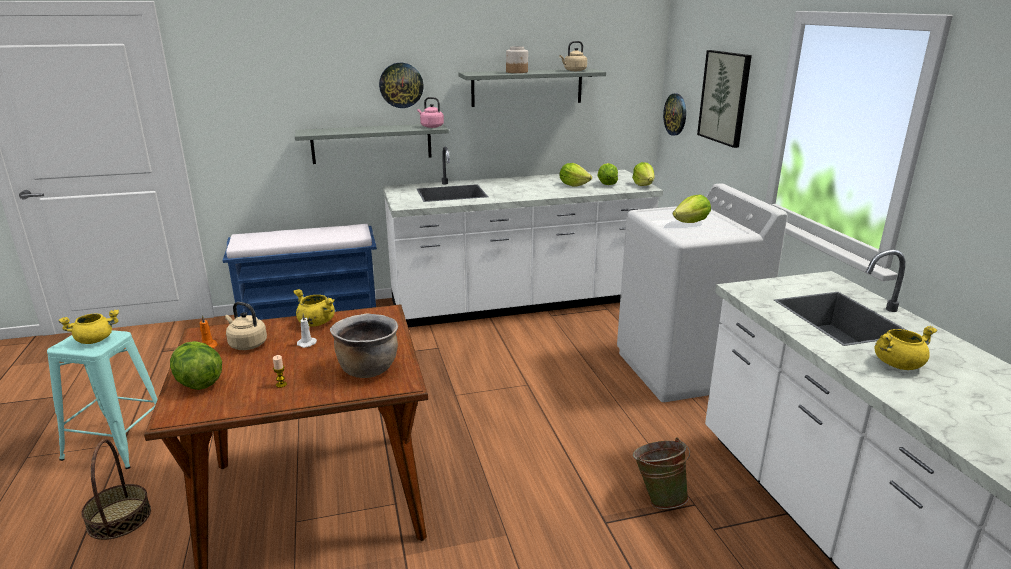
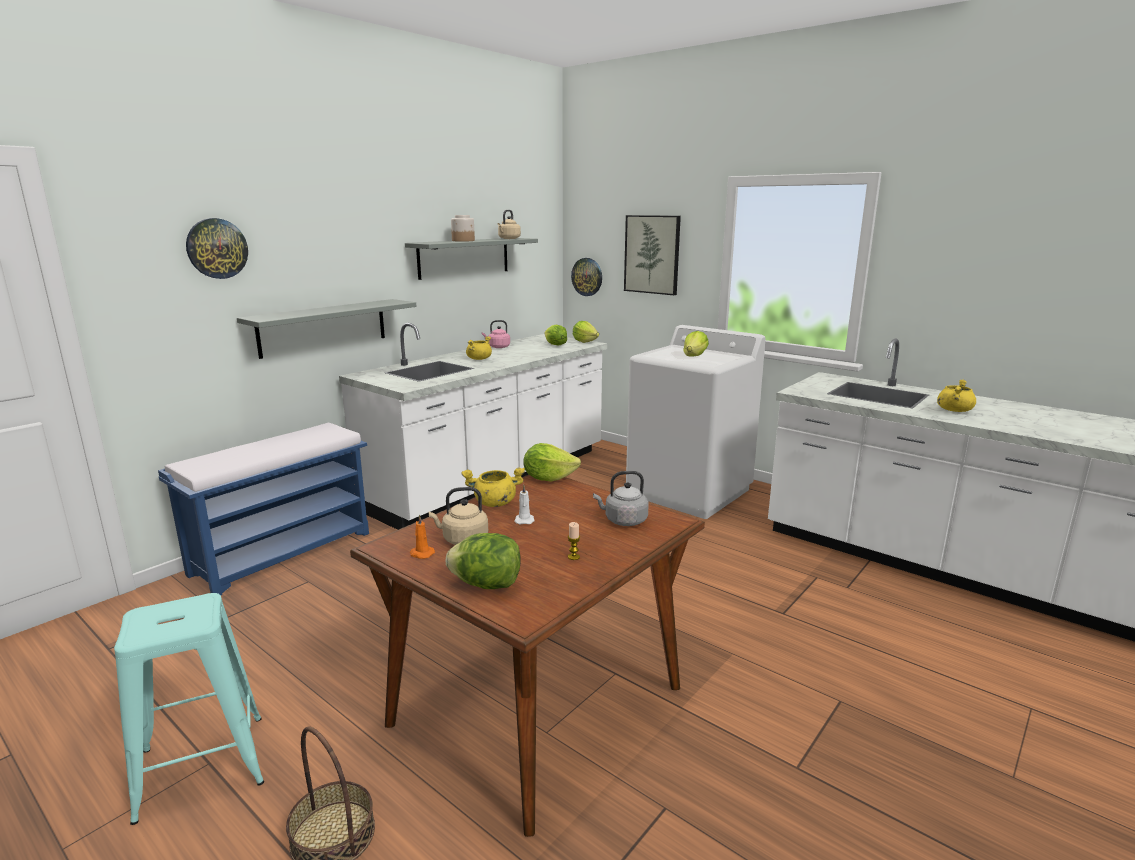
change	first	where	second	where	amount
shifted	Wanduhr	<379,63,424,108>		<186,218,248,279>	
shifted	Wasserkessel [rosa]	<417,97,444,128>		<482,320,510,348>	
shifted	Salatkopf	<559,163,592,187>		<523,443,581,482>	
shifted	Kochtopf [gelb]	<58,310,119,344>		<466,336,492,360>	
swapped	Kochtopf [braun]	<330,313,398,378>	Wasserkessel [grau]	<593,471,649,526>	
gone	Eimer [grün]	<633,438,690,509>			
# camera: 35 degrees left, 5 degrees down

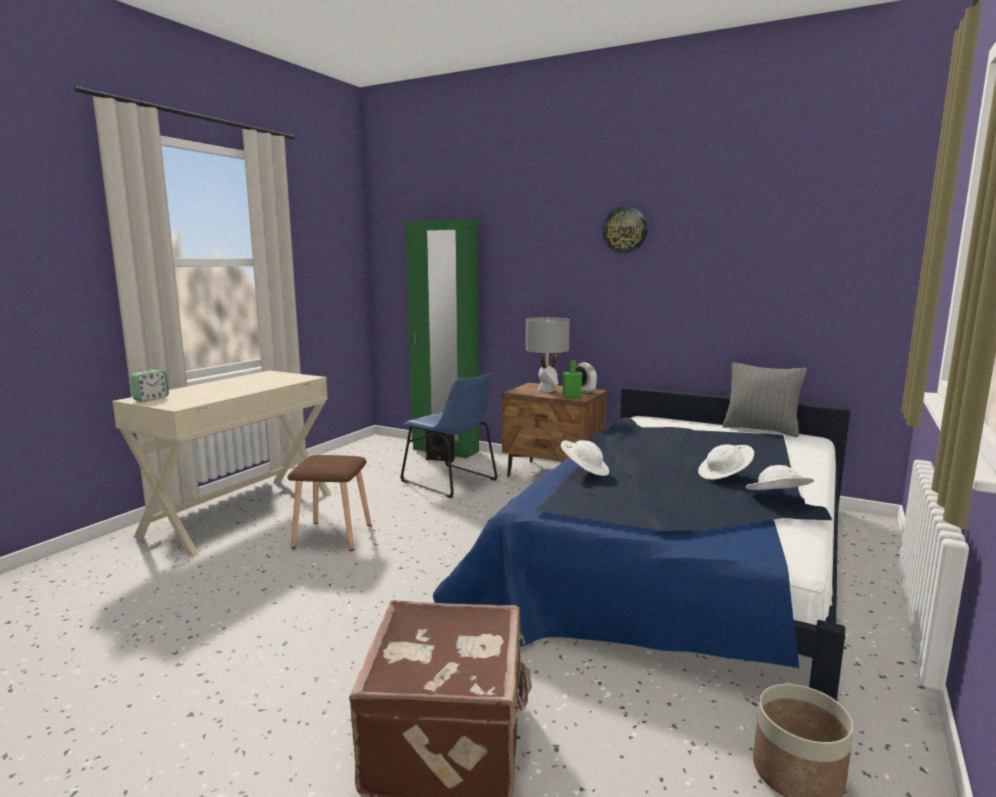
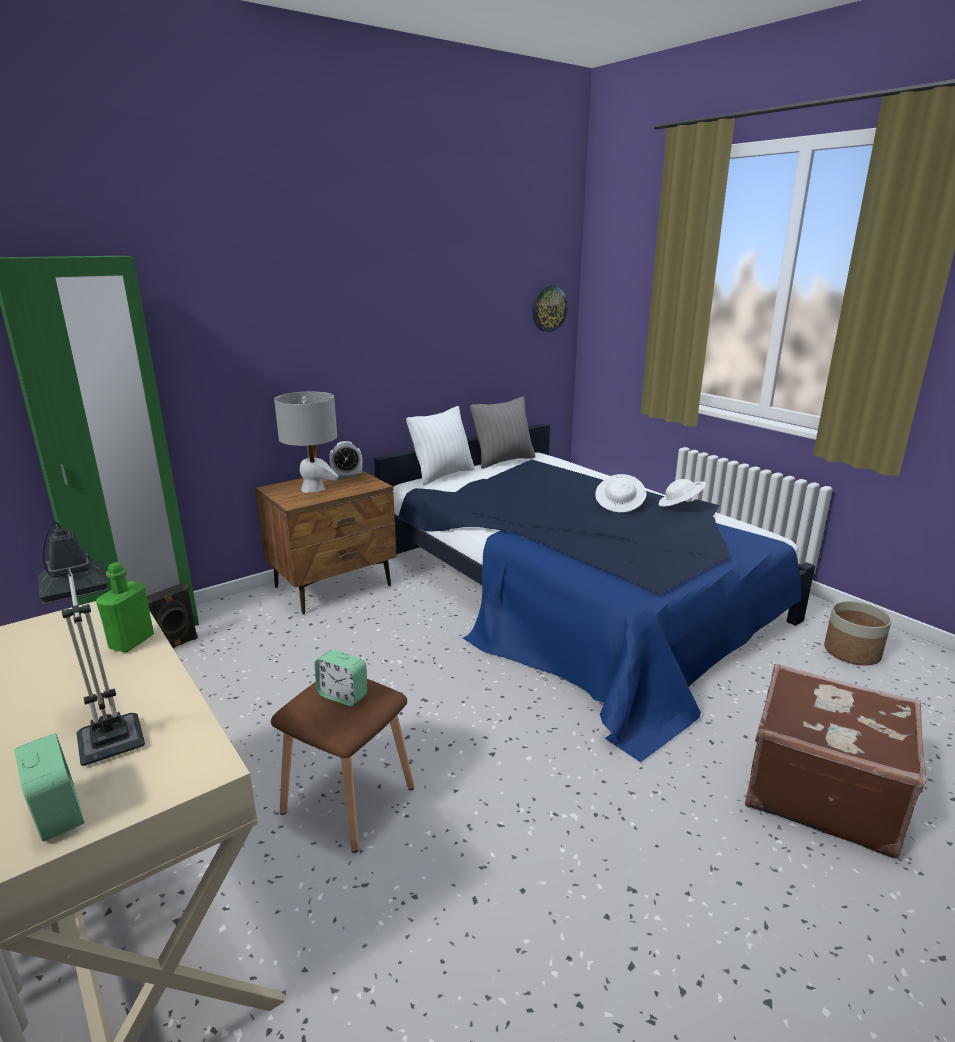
change	first	where	second	where	amount
shifted	Wanduhr	<602,206,648,253>		<532,285,568,332>	
shifted	Flasche [grün]	<562,360,583,398>		<96,562,154,652>	
gone	Stuhl [blau]	<400,372,498,498>			
gone	Hut [weiß]	<561,440,609,476>			
new			Kissen [weiß]	<406,406,475,485>	
new			Tischlampe	<38,522,145,766>	
new			Wecker	<314,650,368,707>	
# camera: 65 degrees left, 10 degrees up

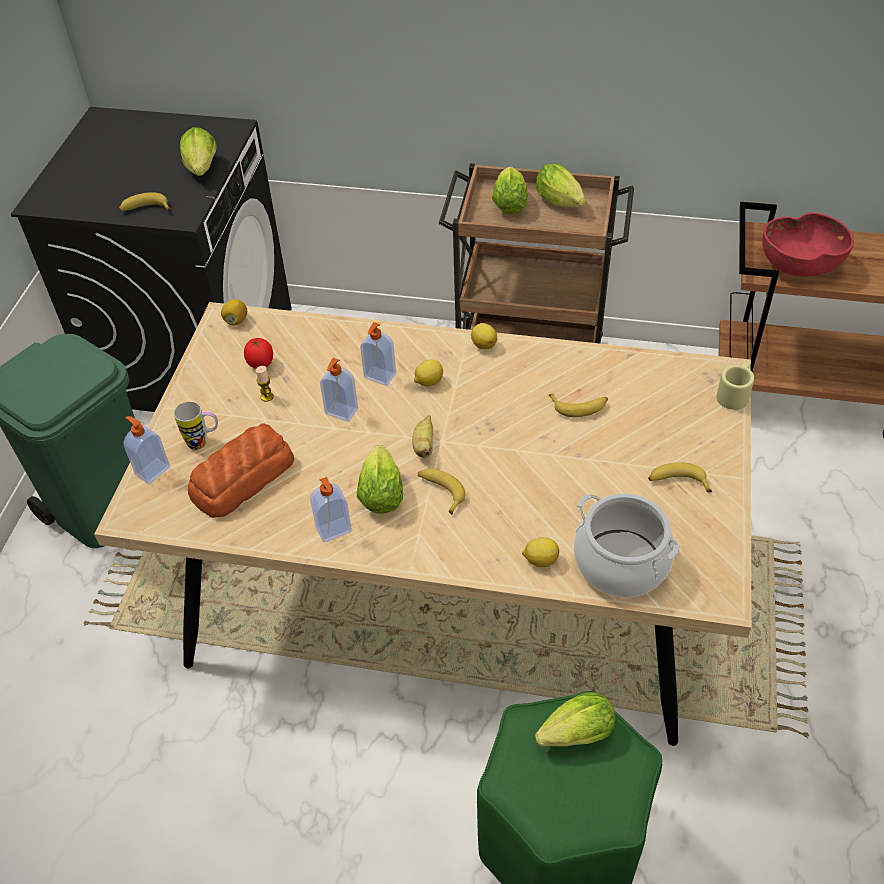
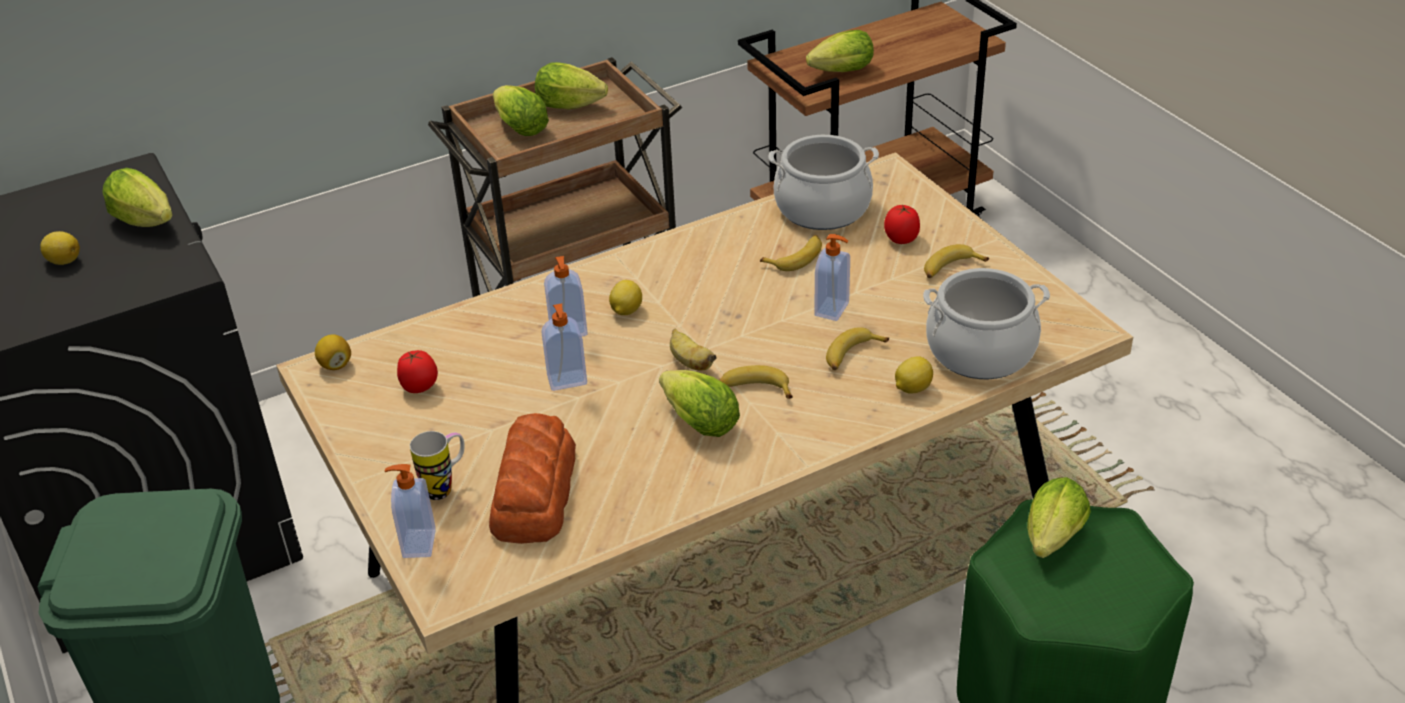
change	first	where	second	where	amount
shifted	Banane	<119,192,171,211>		<826,327,889,370>	
swapped	Schüssel [rot]	<762,212,854,276>	Salatkopf	<806,30,874,72>	
shifted	Zitrone	<471,323,497,350>		<40,231,80,265>	
gone	Henkelbecher [beige]	<716,362,754,410>			
gone	Kerze	<256,366,274,402>			
shifted	Seifenspender	<310,477,352,542>		<814,234,850,321>	
new			Kochtopf	<768,135,879,230>	
new			Tomate	<884,205,920,244>	
# camera: 40 degrees left, 10 degrees down

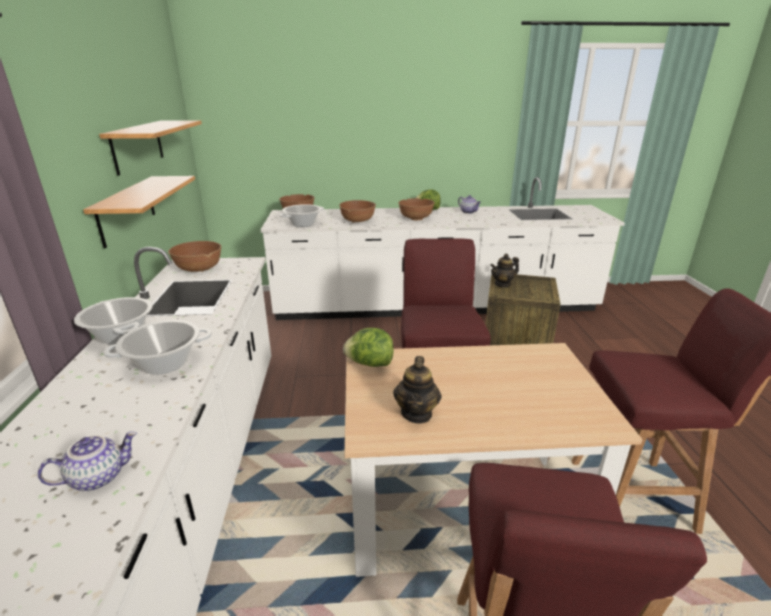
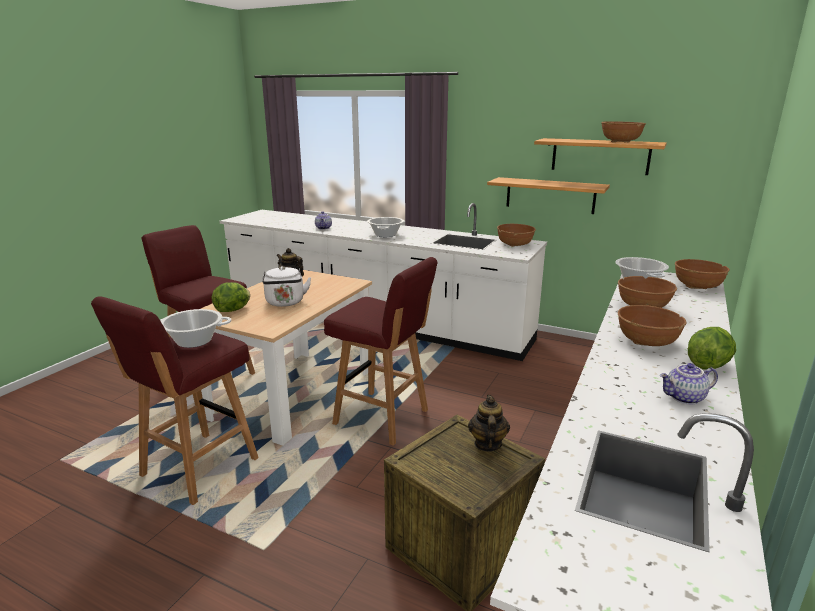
change	first	where	second	where	amount
shifted	Kochtopf	<74,297,153,345>		<161,309,232,348>	
shifted	Salatkopf	<343,328,394,367>		<212,282,250,312>	
new			Schüssel [braun]	<601,121,646,143>	
new			Wasserkessel [weiß]	<262,266,311,307>	
# camera: 120 degrees right, 5 degrees down

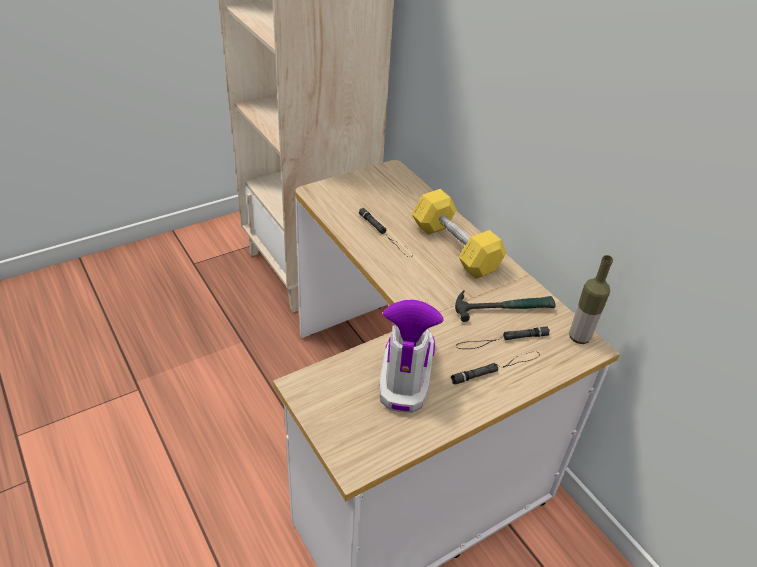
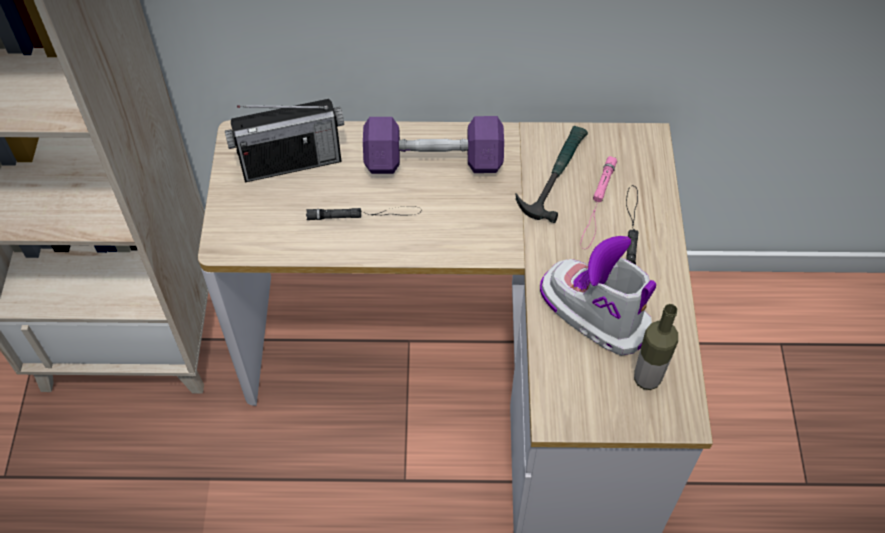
change	first	where	second	where	amount
repainted	Hantel [gelb]	<412,189,507,279>	Hantel [lila]	<363,116,504,174>	
shifted	Flasche	<569,255,613,344>		<634,304,678,390>	
repainted	Taschenlampe [schwarz]	<456,326,550,349>	Taschenlampe [rosa]	<581,156,617,249>	
new			Radio	<225,99,344,182>	
# camera: 55 degrees left, 15 degrees up

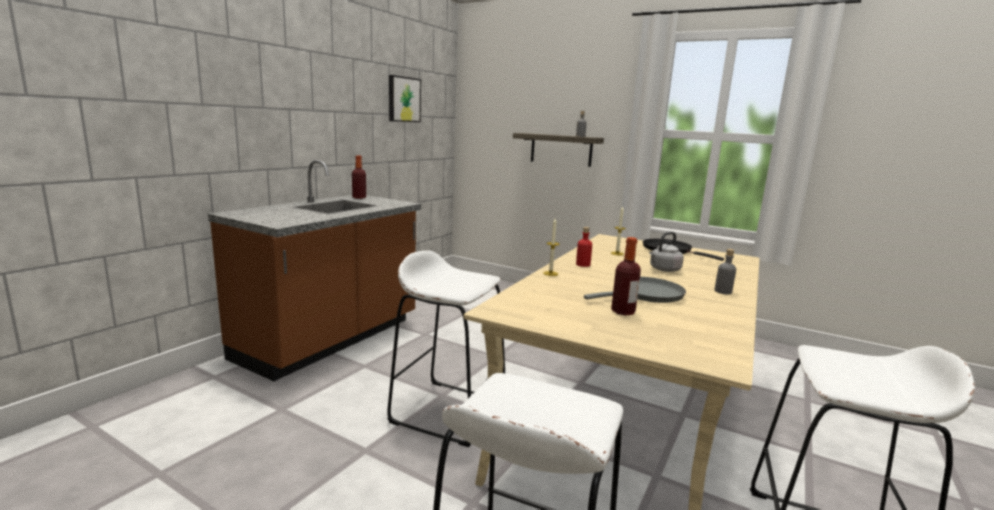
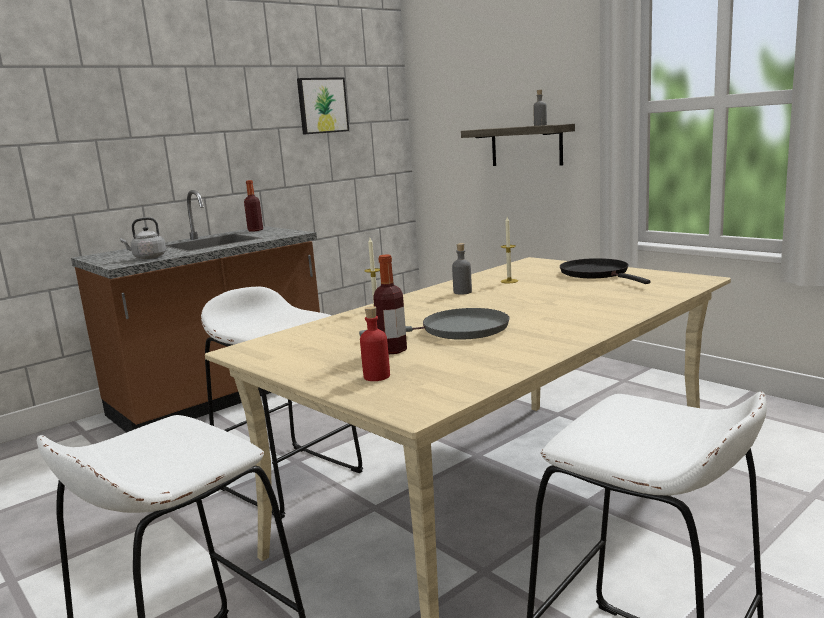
change	first	where	second	where	amount
shifted	Flasche [rot]	<576,227,592,267>		<360,306,390,381>	
shifted	Wasserkessel [grau]	<649,232,684,272>		<120,217,166,259>	
shifted	Flasche [grau]	<714,249,736,295>		<452,243,472,295>	
# camera: 20 degrees right, 0 degrees up

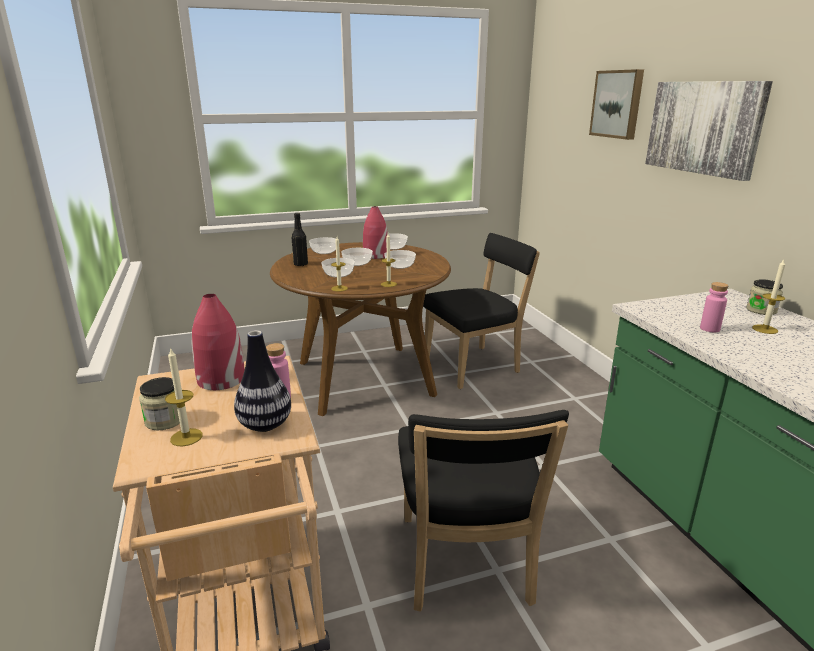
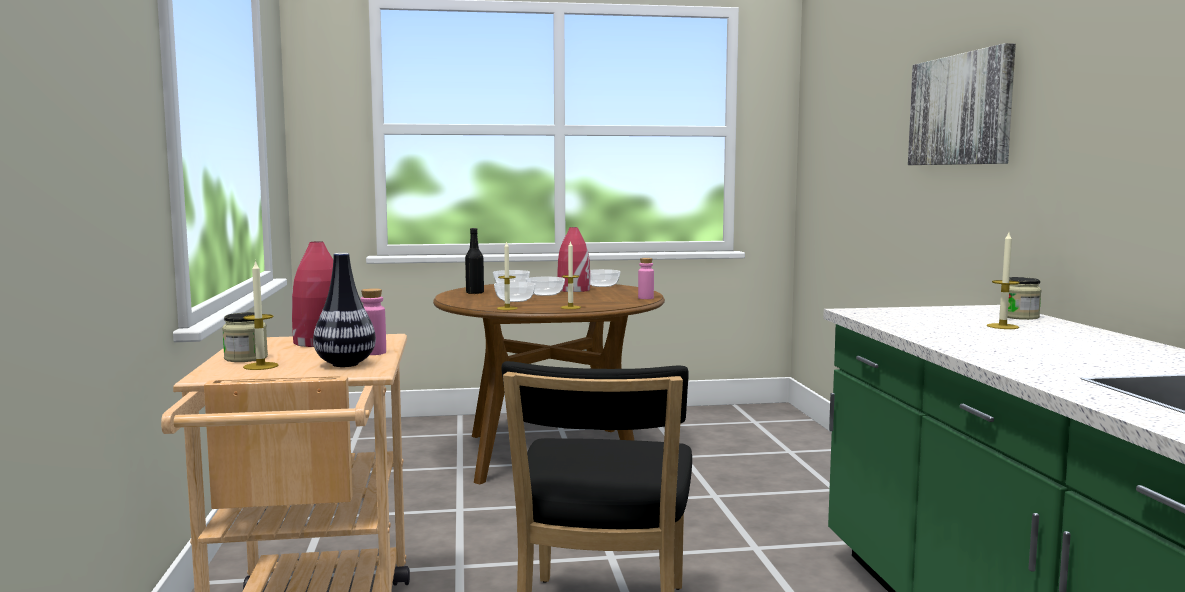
change	first	where	second	where	amount
gone	Bild	<589,69,644,140>			
gone	Stuhl [schwarz]	<423,233,540,389>			
gone	Schüssel	<384,250,416,269>			
shifted	Flasche [rosa]	<700,282,729,332>		<638,258,654,299>	
# camera: 10 degrees right, 15 degrees down

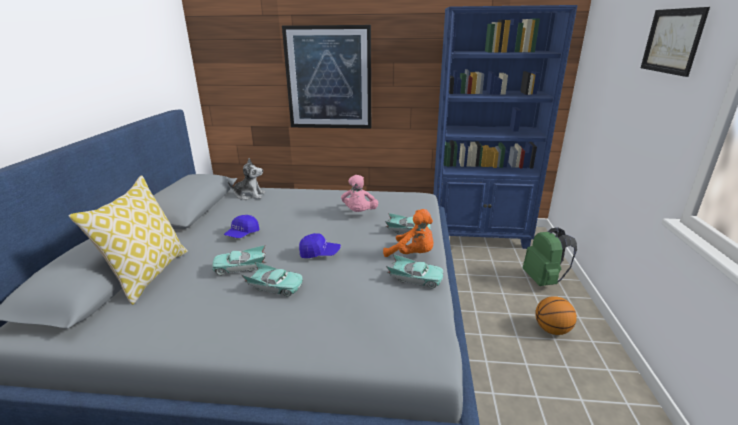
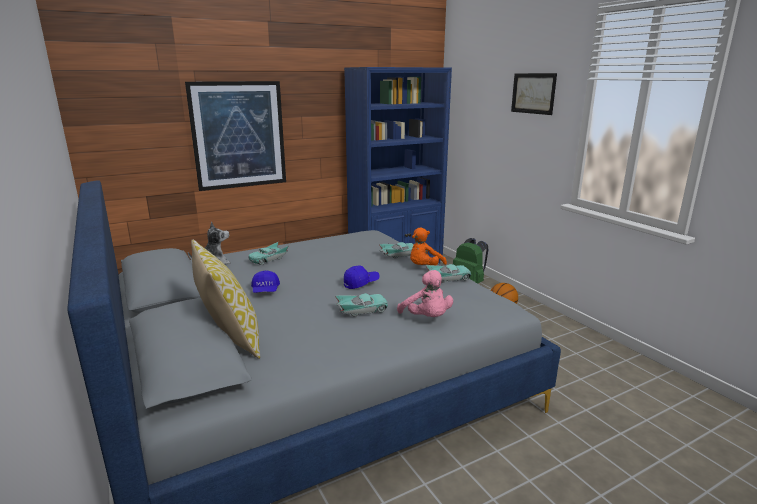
change	first	where	second	where	amount
shifted	Plüschtier [rosa]	<341,175,378,212>		<397,270,453,317>	
rotated	Plüschtier [orange]	<383,209,433,257>		<410,228,447,265>	135 degrees clockwise
shifted	Spielzeugauto [türkis]	<212,245,267,275>		<249,242,289,265>	
# camera: 35 degrees left, 5 degrees down

